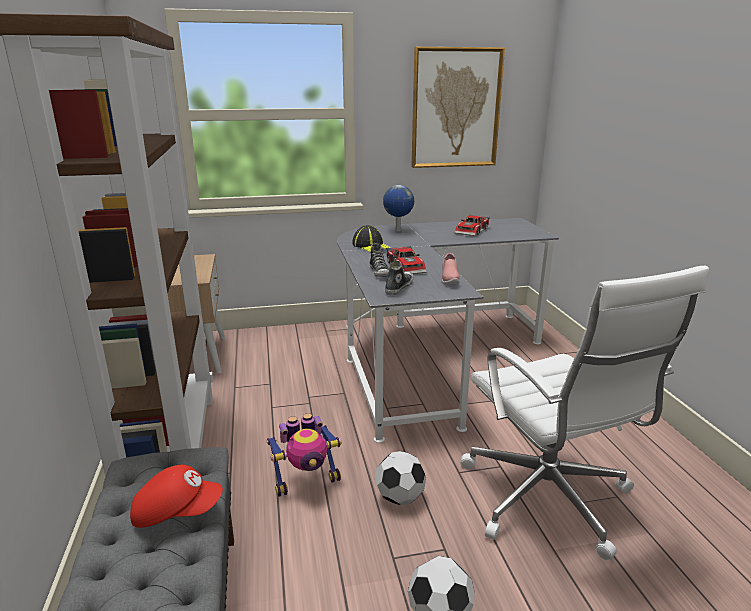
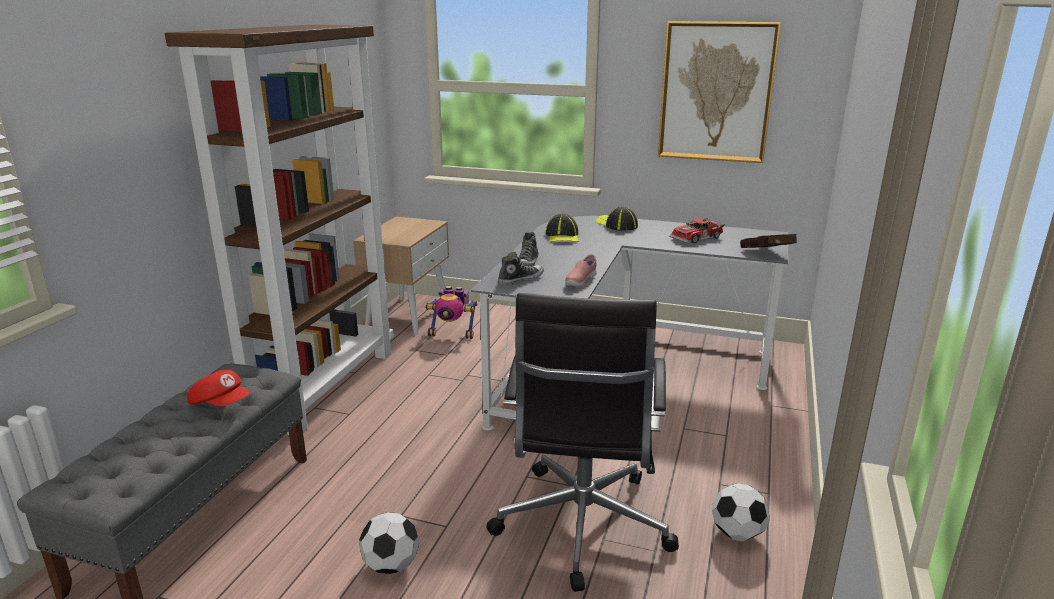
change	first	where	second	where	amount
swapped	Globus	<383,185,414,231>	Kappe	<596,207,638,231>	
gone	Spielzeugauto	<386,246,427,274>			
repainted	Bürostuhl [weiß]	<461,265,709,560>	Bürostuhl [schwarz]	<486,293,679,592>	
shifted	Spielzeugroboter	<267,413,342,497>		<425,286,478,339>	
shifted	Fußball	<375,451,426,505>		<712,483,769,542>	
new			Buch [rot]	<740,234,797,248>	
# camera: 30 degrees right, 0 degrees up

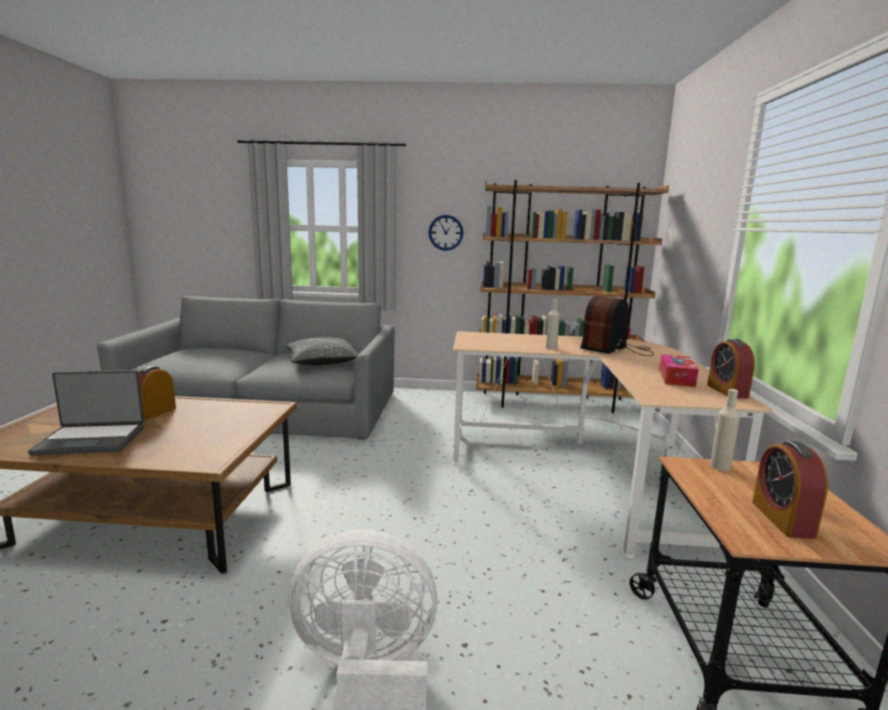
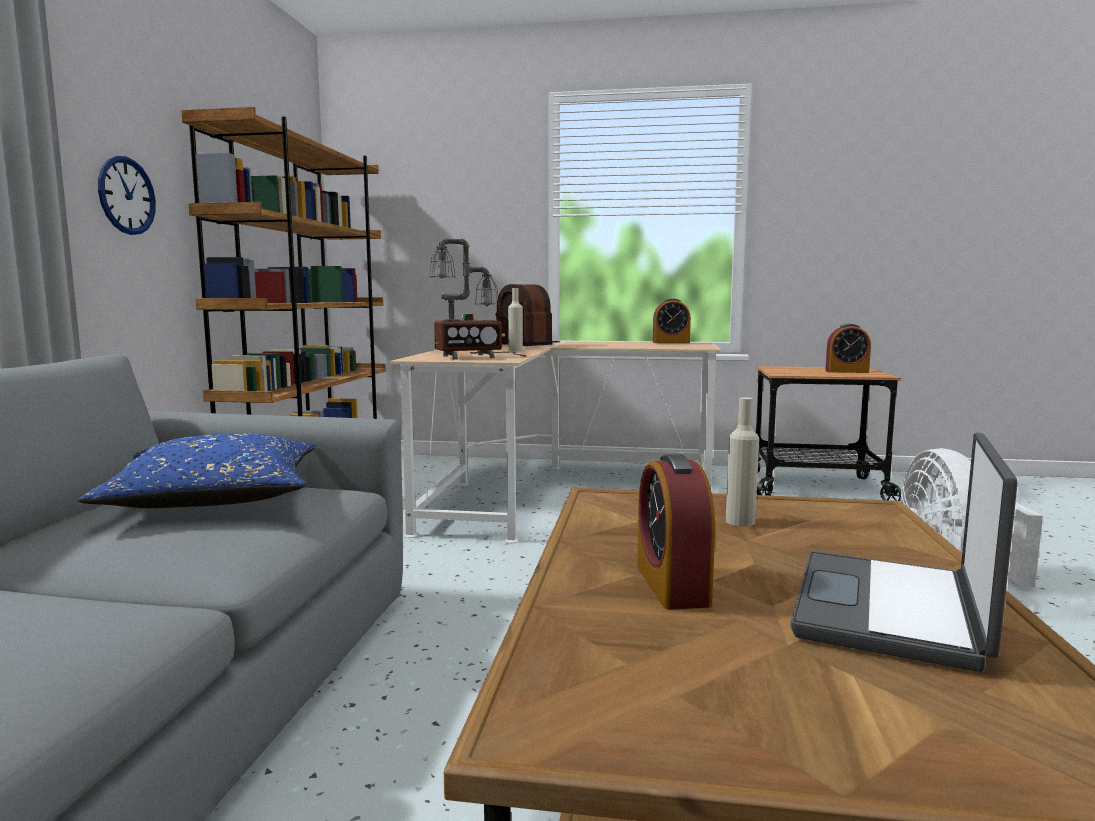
change	first	where	second	where	amount
repainted	Kissen [grau]	<286,337,359,365>	Kissen [blau]	<78,434,316,508>	
gone	Taschentuchbox	<659,354,698,387>			
rotated	Wecker	<139,366,176,421>		<637,454,715,610>	60 degrees clockwise
rotated	Laptop	<28,370,144,455>		<790,433,1018,672>	150 degrees counterclockwise
shifted	Flasche [beige]	<710,389,740,471>		<726,397,759,526>	
new			Tischlampe	<430,238,527,360>	
# camera: 85 degrees left, 5 degrees down

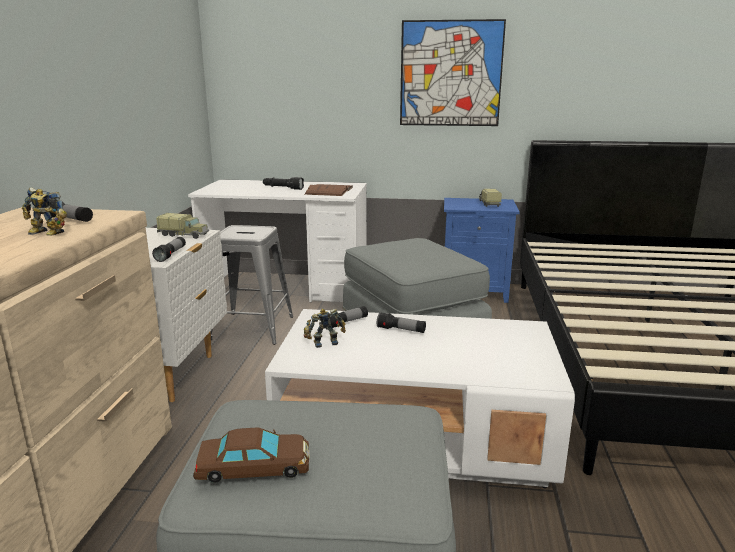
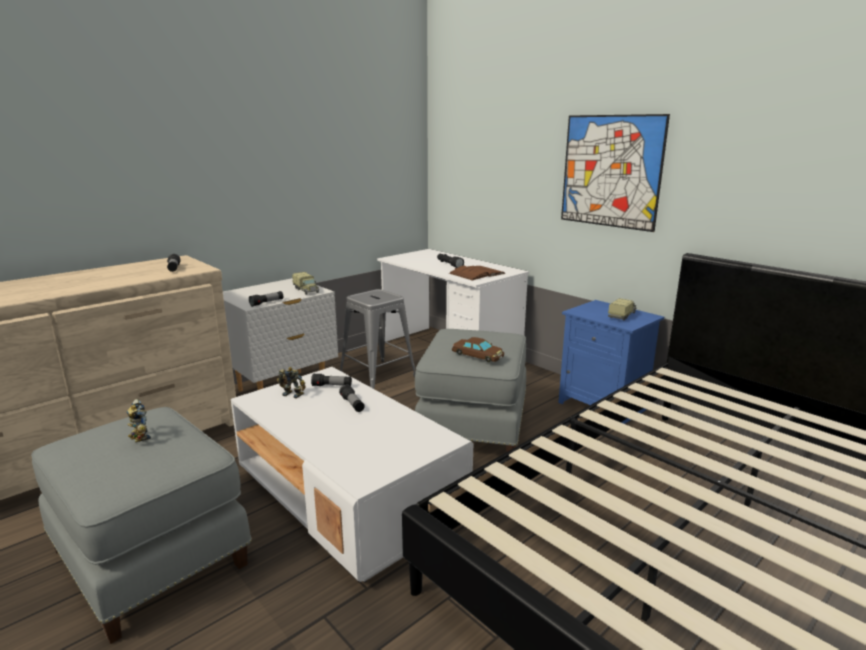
change	first	where	second	where	amount
shifted	Spielzeugroboter	<22,187,67,236>		<126,399,151,442>	
shifted	Spielzeugauto [braun]	<193,427,310,483>		<452,337,504,362>	
# camera: 40 degrees right, 0 degrees up

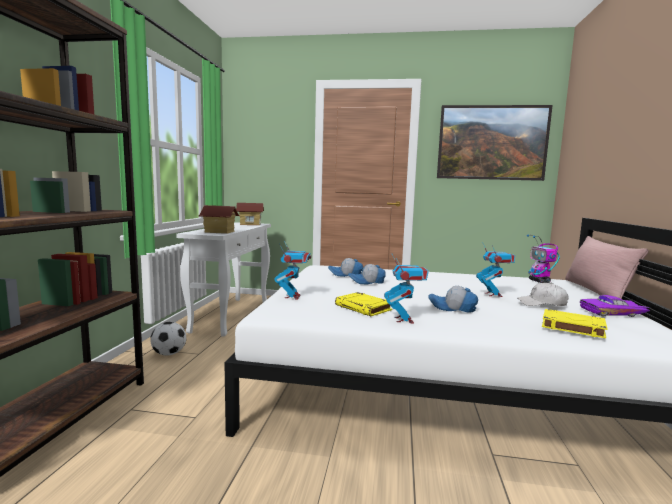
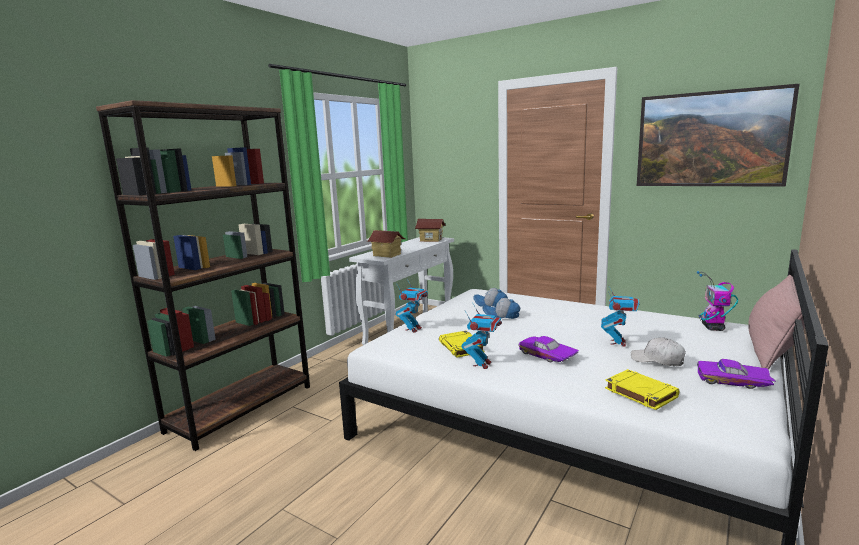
change	first	where	second	where	amount
swapped	Kappe	<428,286,478,313>	Spielzeugauto [lila]	<519,336,579,362>	
gone	Fußball	<150,322,186,356>			
# camera: 25 degrees right, 5 degrees up

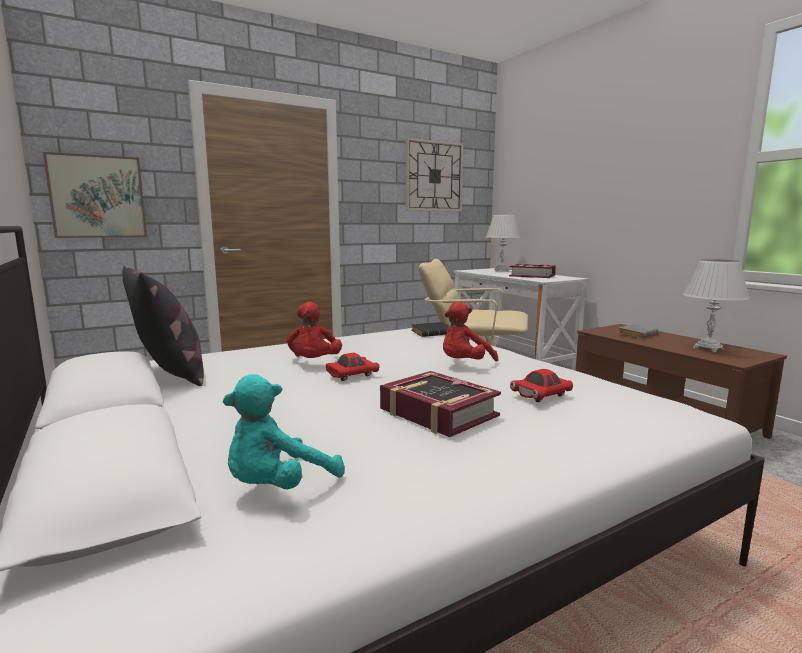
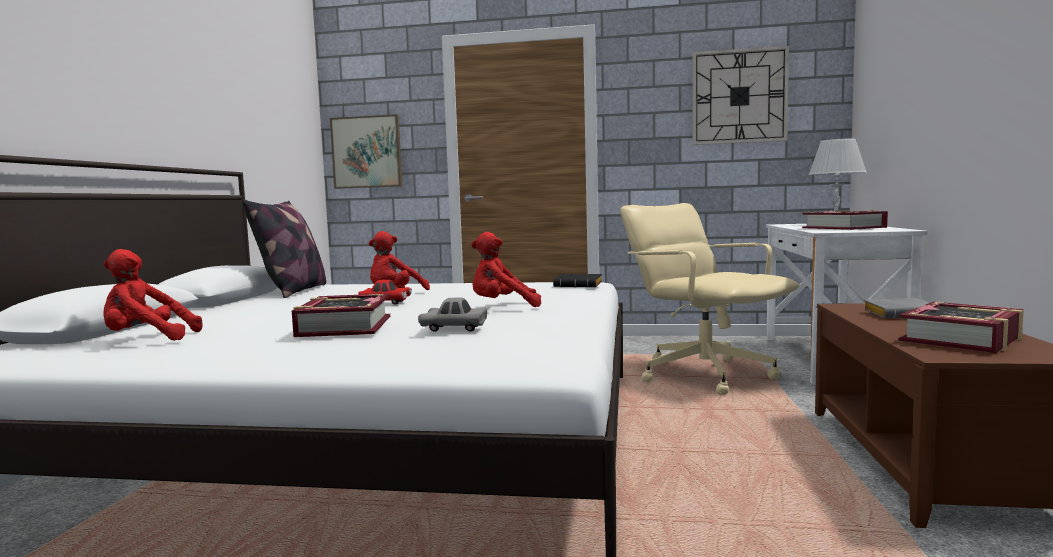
change	first	where	second	where	amount
swapped	Tischlampe [weiß]	<683,259,750,352>	Buch	<899,302,1024,353>	
repainted	Spielzeugauto [rot]	<510,369,573,402>	Spielzeugauto [grau]	<418,298,487,331>	
repainted	Plüschtier [türkis]	<222,374,345,489>	Plüschtier [rot]	<103,249,203,340>	
# camera: 40 degrees right, 5 degrees down

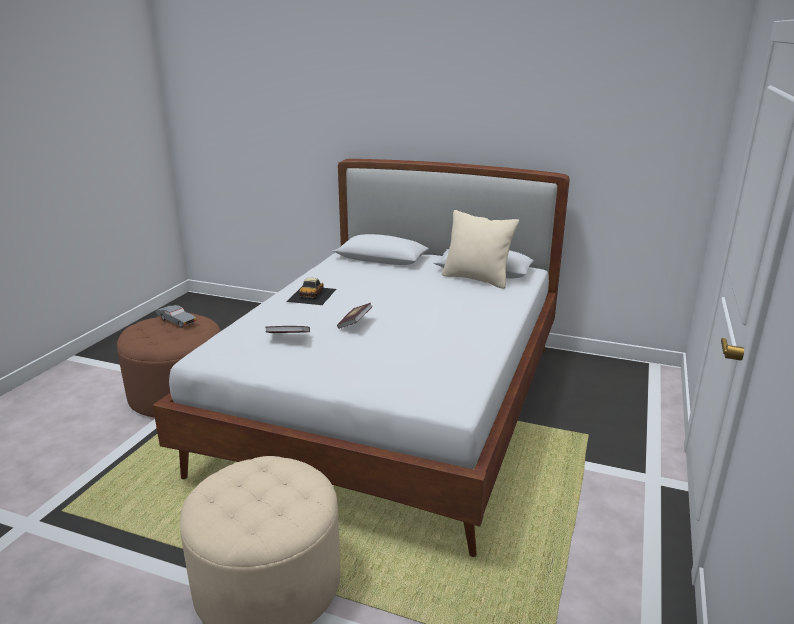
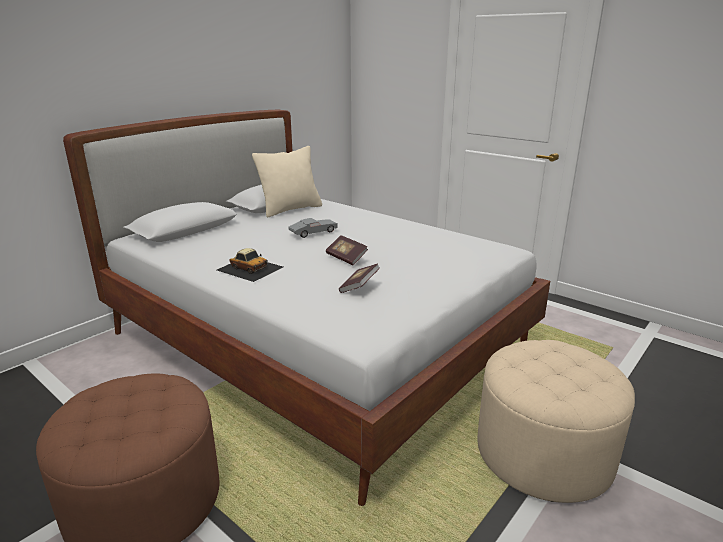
change	first	where	second	where	amount
shifted	Spielzeugauto [grau]	<156,305,196,328>		<288,218,338,238>	
# camera: 70 degrees left, 0 degrees up

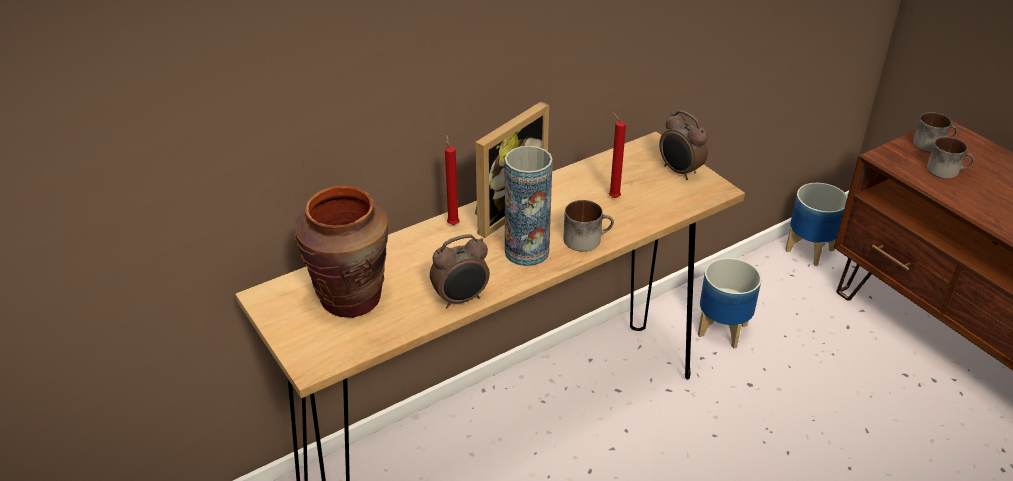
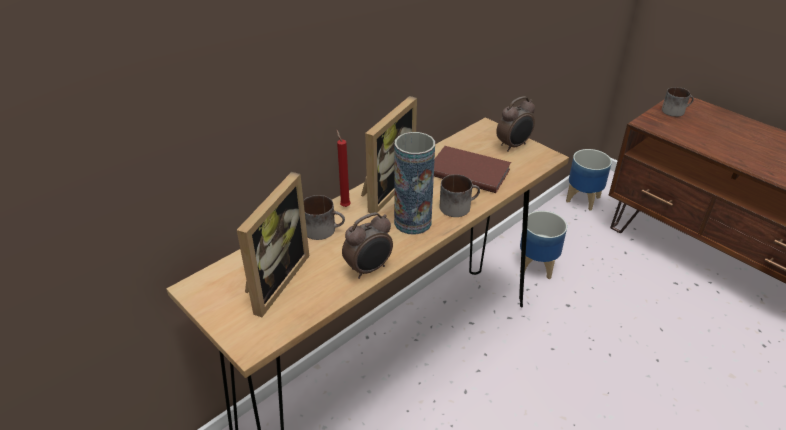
change	first	where	second	where	amount
rotated	Wecker	<659,110,708,180>		<496,96,535,152>	75 degrees counterclockwise
swapped	Kerze [rot]	<609,112,626,198>	Buch [braun]	<434,146,511,193>	
shifted	Henkelbecher	<927,137,975,179>		<303,195,345,240>	
swapped	Vase [braun]	<295,186,388,318>	Bilderrahmen	<237,172,309,317>	
# camera: 10 degrees left, 0 degrees up

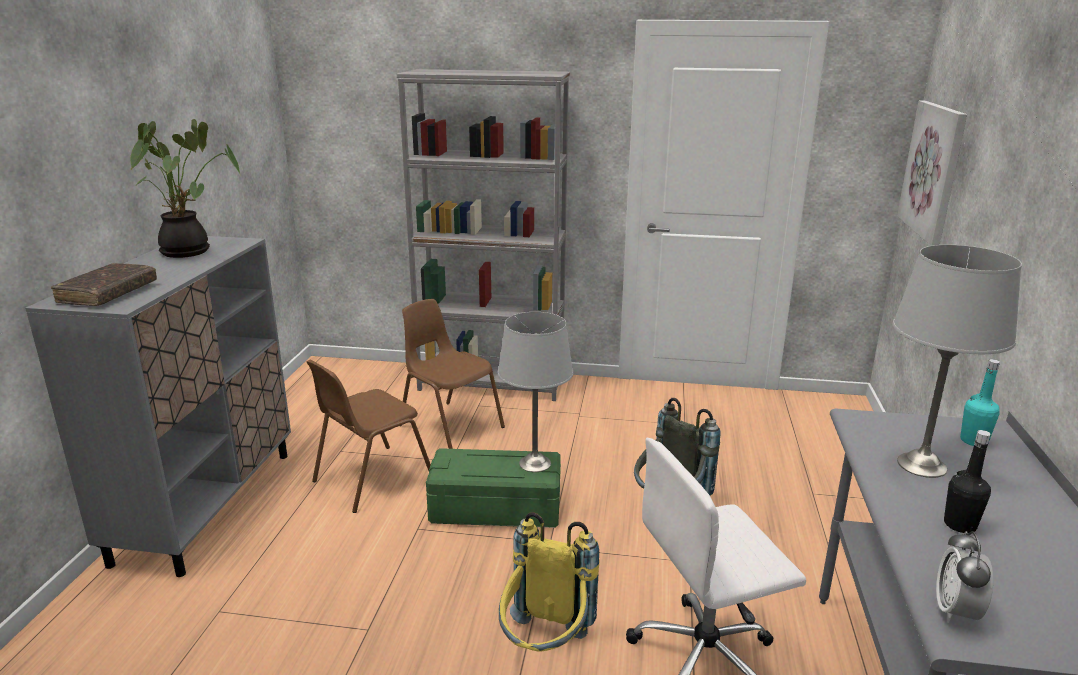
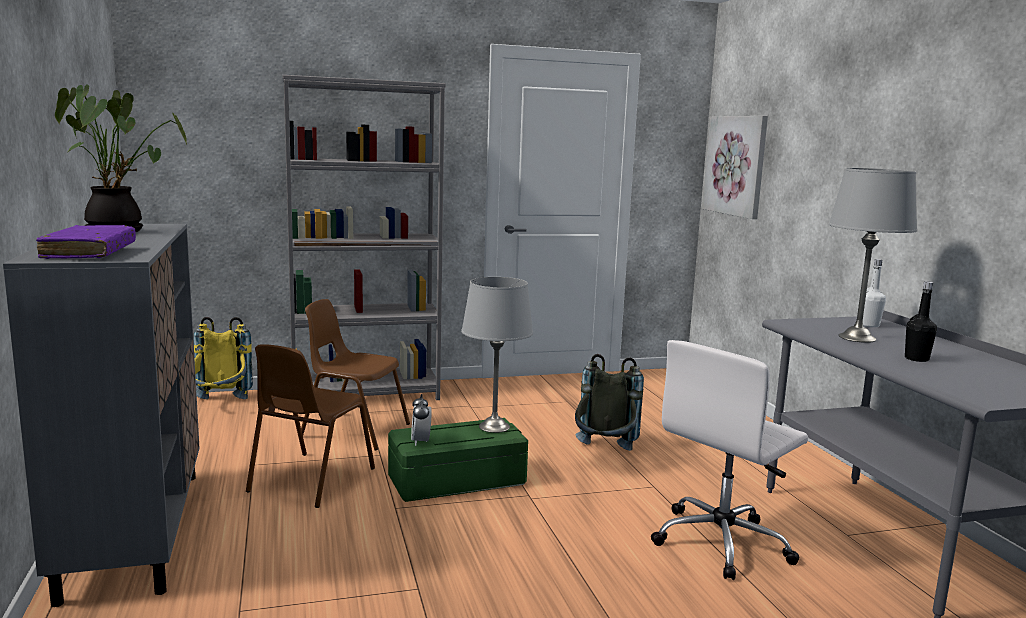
change	first	where	second	where	amount
repainted	Buch [braun]	<51,263,157,306>	Buch [lila]	<36,225,136,259>	
repainted	Flasche [türkis]	<960,359,1000,446>	Flasche [weiß]	<863,259,886,327>	
shifted	Rucksack [gelb]	<499,512,599,652>		<194,317,253,399>	
shifted	Wecker	<936,531,993,623>		<411,394,432,446>	
# camera: 25 degrees left, 10 degrees down

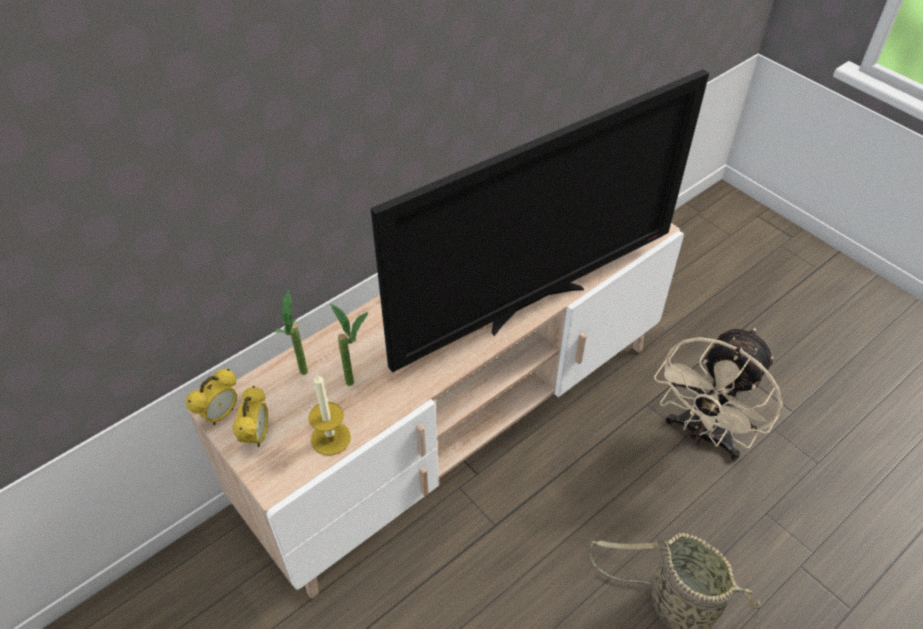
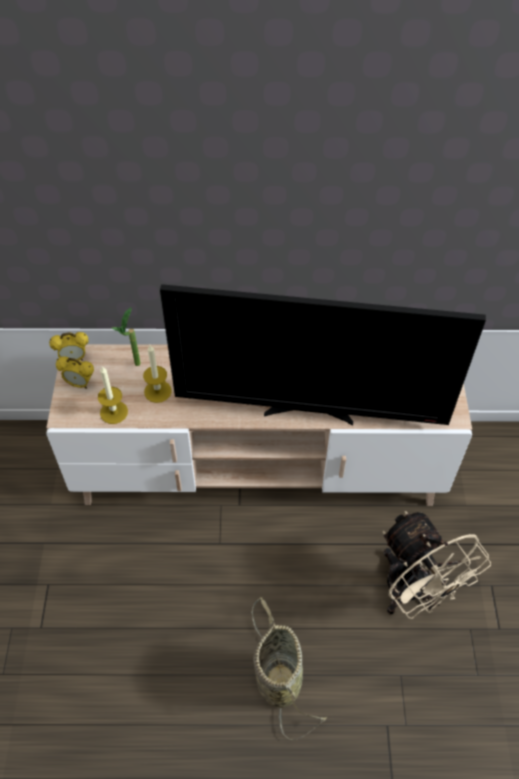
change	first	where	second	where	amount
swapped	Topfpflanze	<330,304,368,386>	Kerze	<143,345,172,403>	
rotated	Ventilator [beige]	<654,328,783,460>		<383,511,491,619>	105 degrees counterclockwise
rotated	Wecker	<232,386,268,447>		<56,357,94,389>	60 degrees clockwise
# camera: 40 degrees right, 5 degrees up

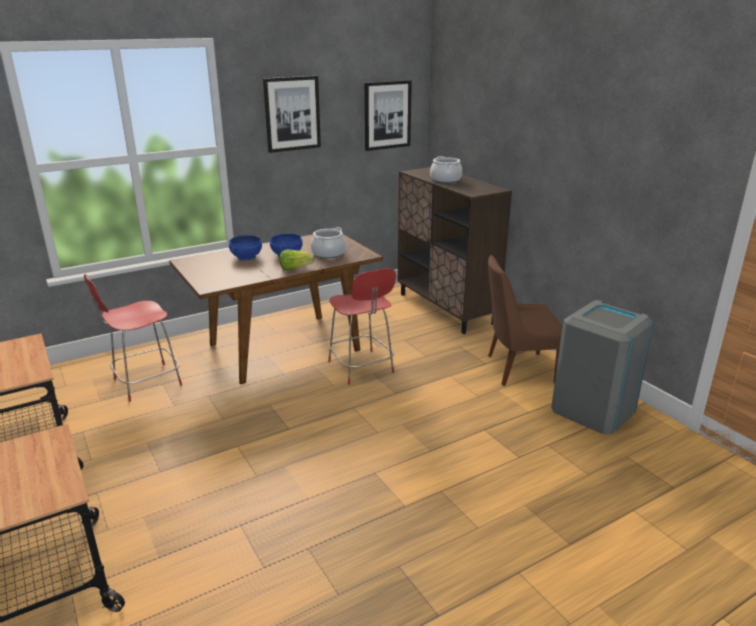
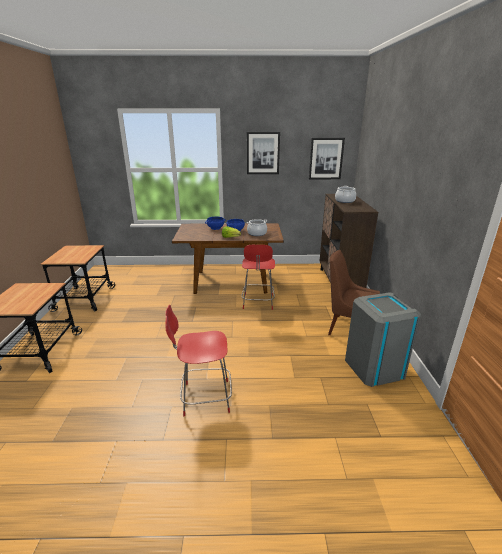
change	first	where	second	where	amount
shifted	Stuhl [rot]	<84,274,182,402>		<165,305,232,417>	
# camera: 30 degrees right, 0 degrees up

